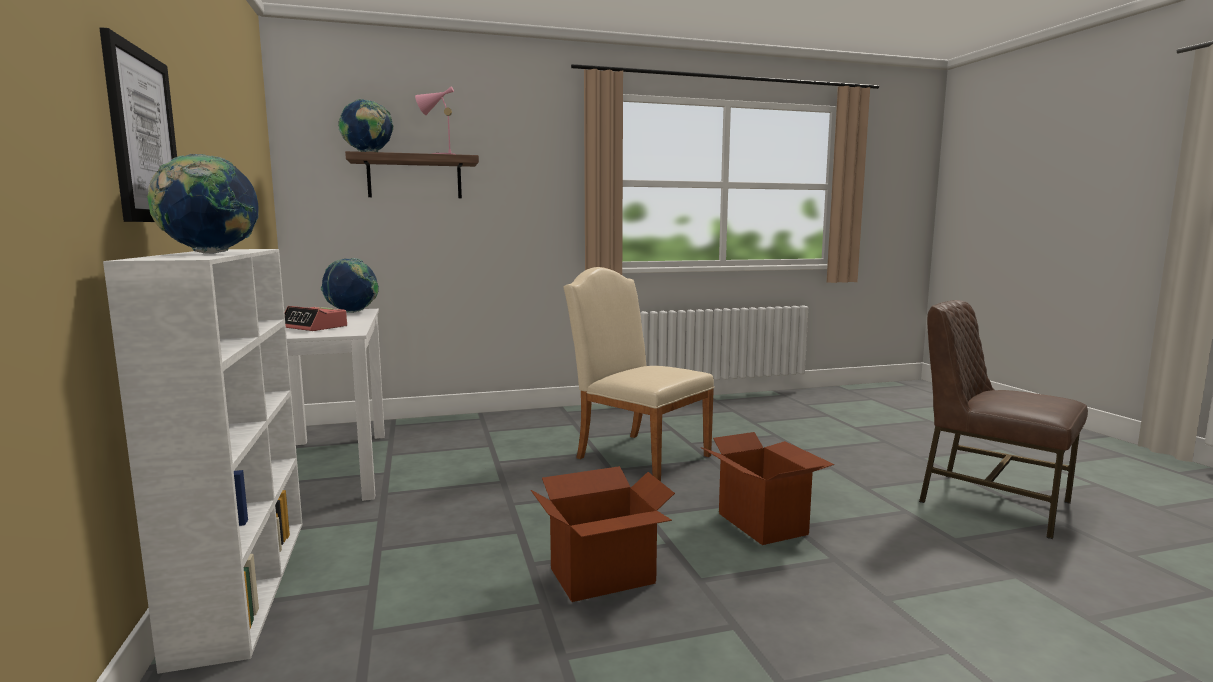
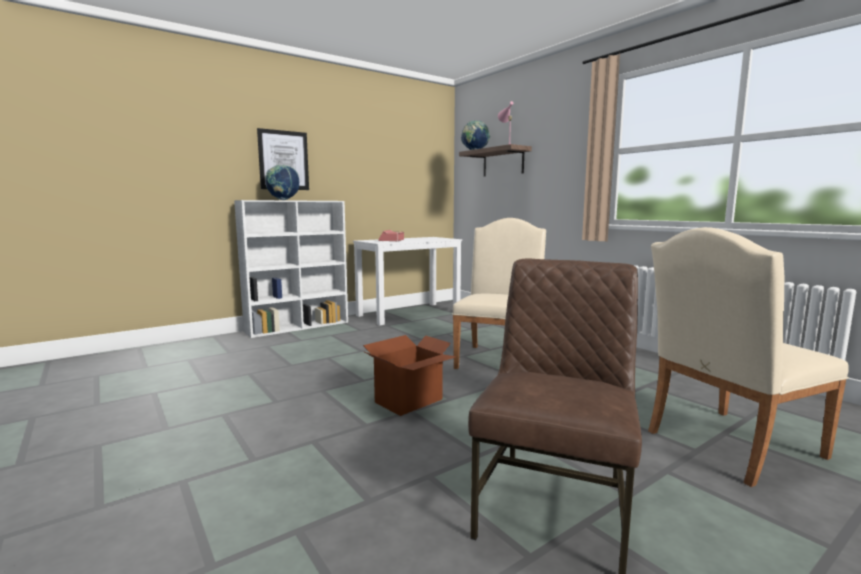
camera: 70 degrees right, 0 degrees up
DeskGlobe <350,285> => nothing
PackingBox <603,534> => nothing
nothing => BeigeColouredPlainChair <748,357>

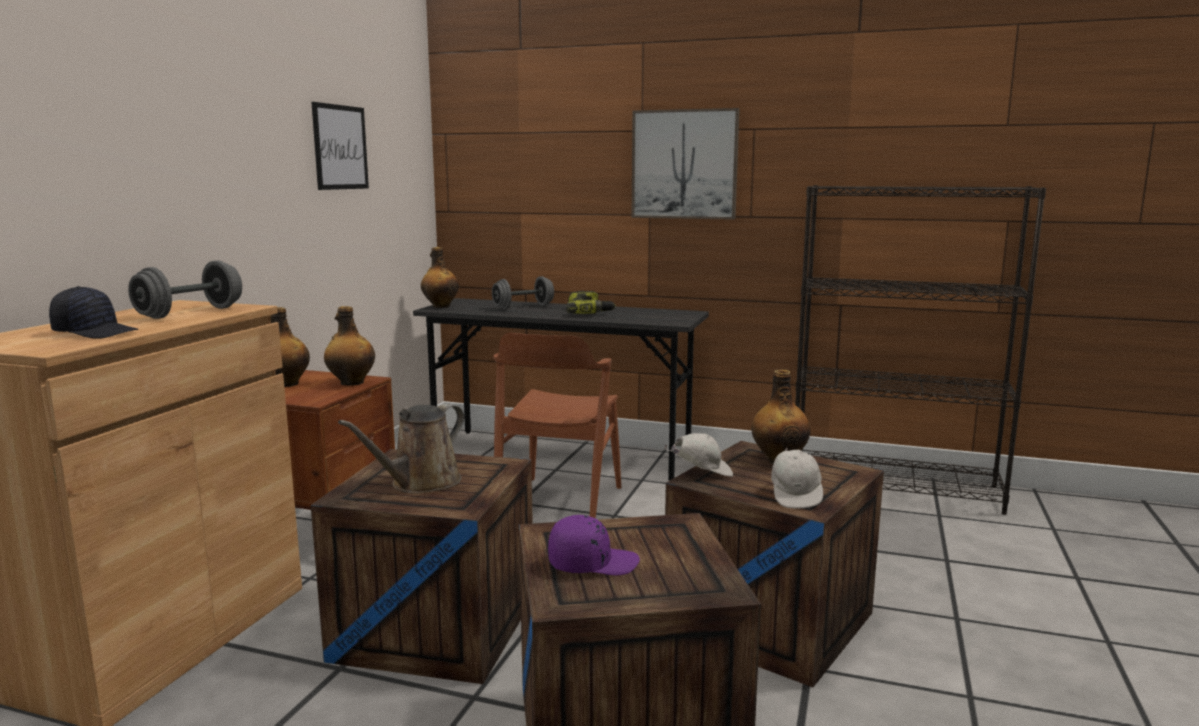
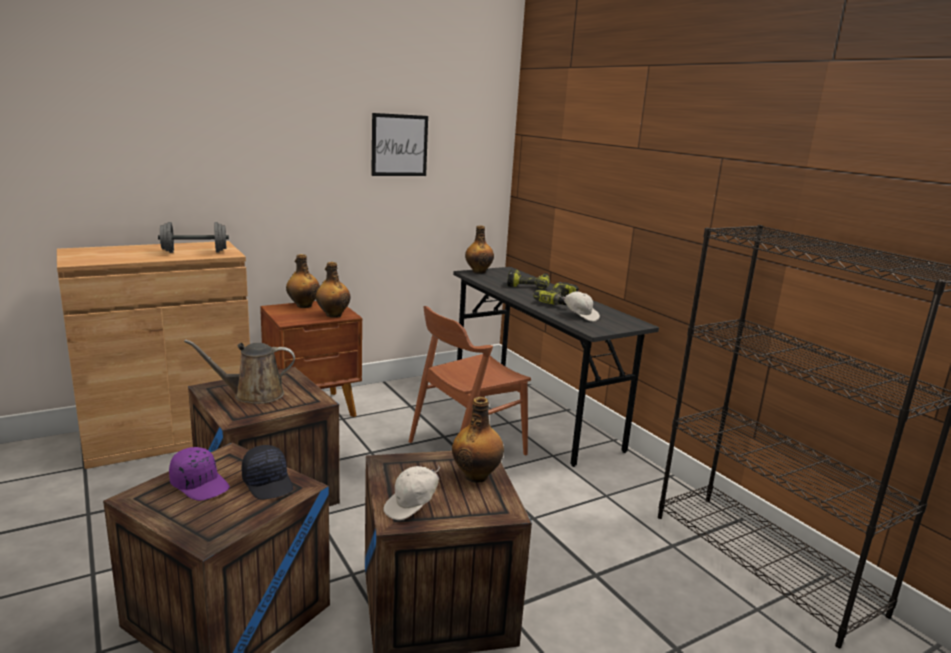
camera: 40 degrees right, 5 degrees up
WallPicture <686,164> => nothing
GreyHandWeight <523,292> => ElectricDrill <528,279>
BlackColouredCap <93,312> => BlackColouredCap <267,472>, moved
WhitishCap <698,455> => WhitishCap <579,306>, moved

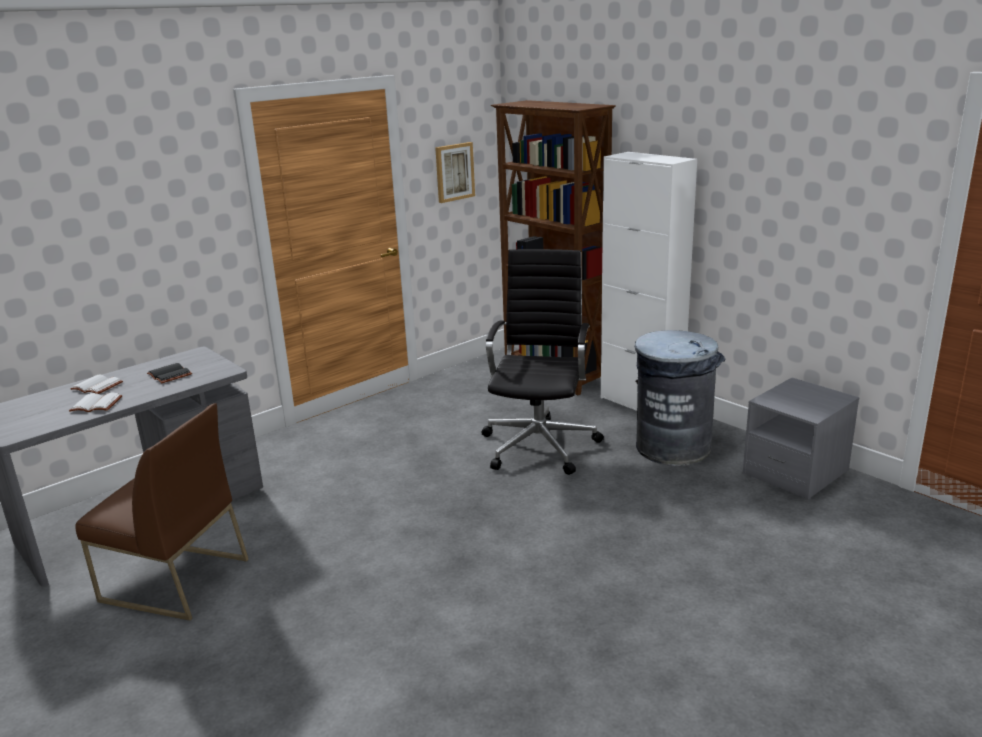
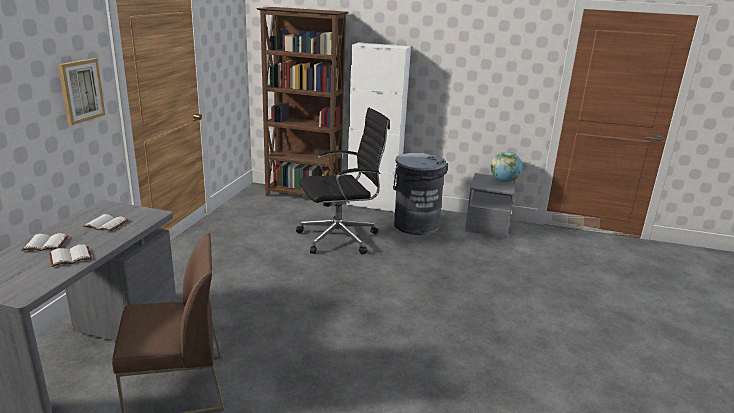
camera: 35 degrees left, 0 degrees up
WallPicture <455,172> => WallPicture <81,91>, moved
BlackColouredOfficeChair <542,362> => BlackColouredOfficeChair <343,181>, 90 degrees clockwise
BlackColouredVolume <169,373> => WhitishVolume <105,223>
nothing => DeskGlobe <507,167>

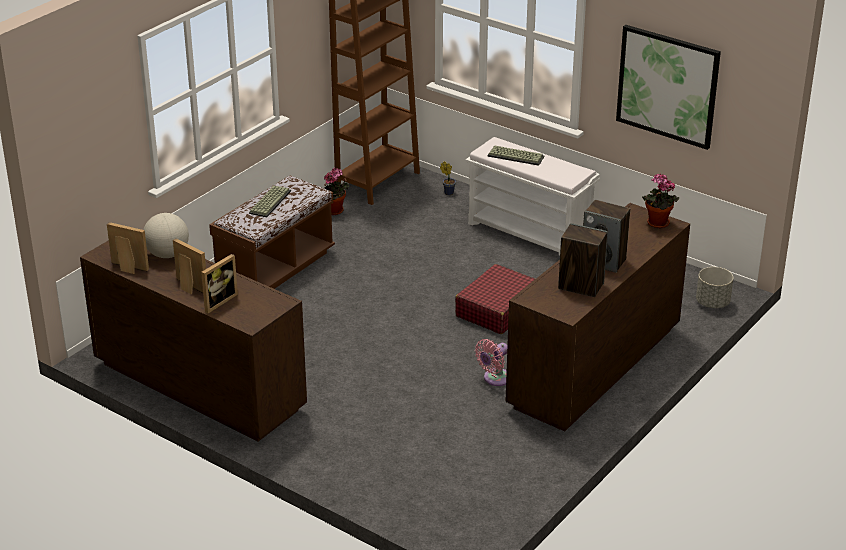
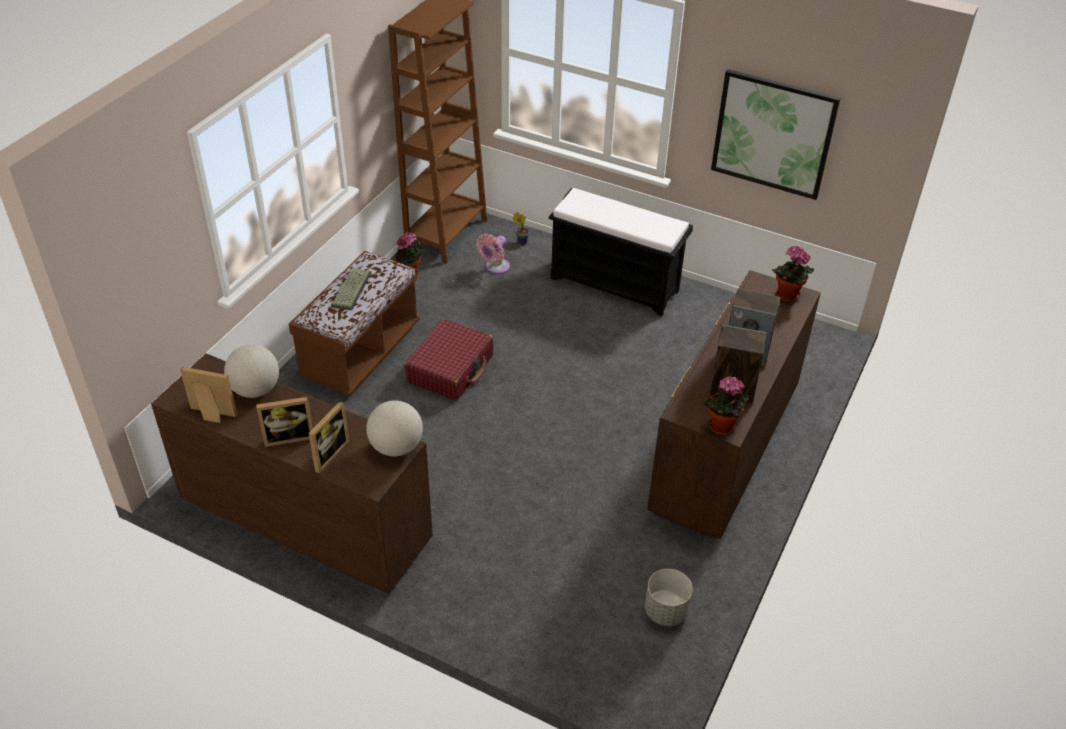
camera: 10 degrees left, 10 degrees up
WhitishLongSeat <533,196> => BlackColouredLongSeat <621,252>
ComputerKeyboard <516,155> => nothing
PictureFrame <189,266> => PictureFrame <284,422>, 135 degrees clockwise
RedColouredSuitcase <495,299> => RedColouredSuitcase <449,359>, moved
GreyFlowerPot <714,287> => GreyFlowerPot <669,597>, moved
PinkCoolingFan <491,362> => PinkCoolingFan <493,254>, moved
nothing => Houseplant <726,405>
nothing => DeskGlobe <394,428>

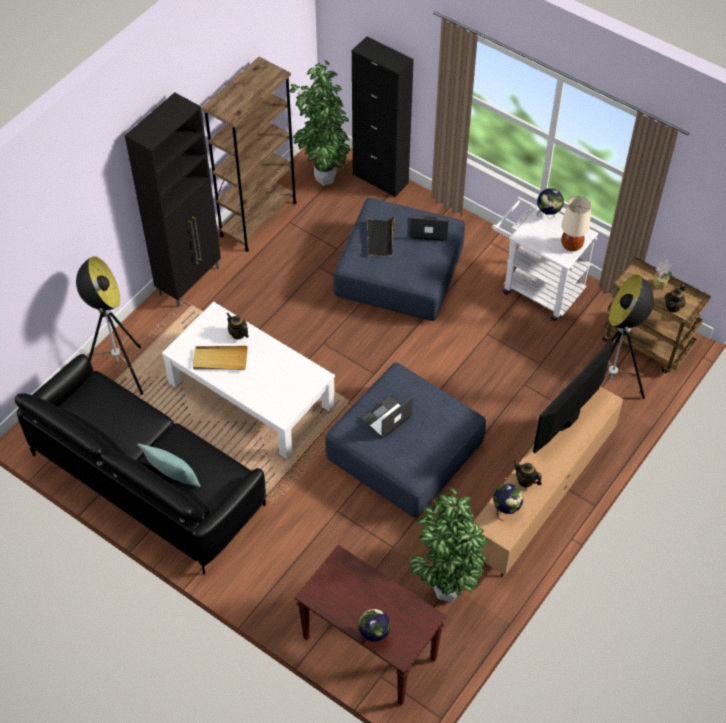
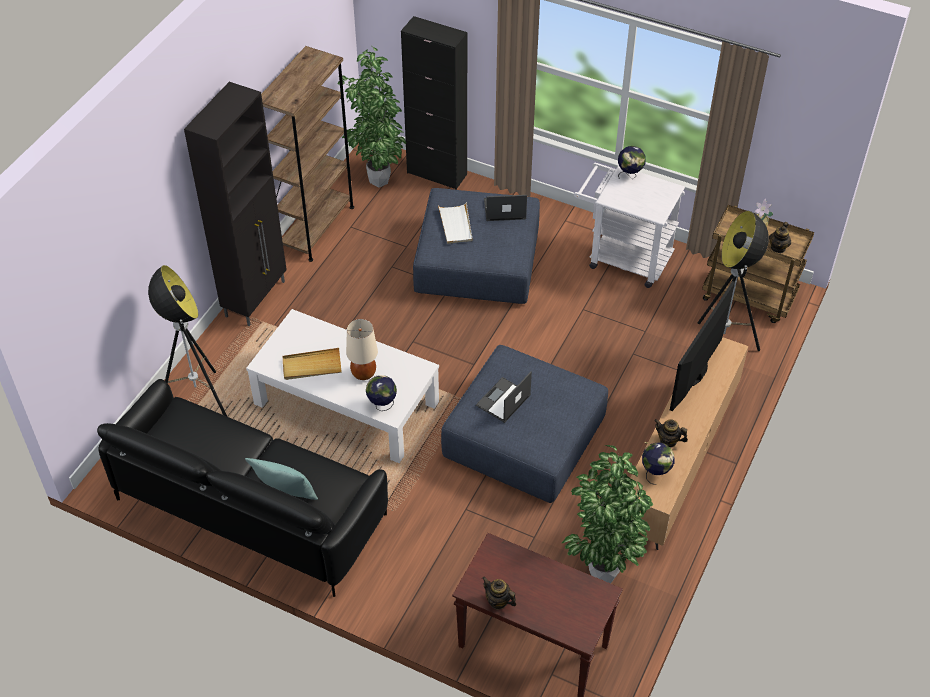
camera: 10 degrees left, 5 degrees down
BeigeColouredLampForATable <576,223> => BeigeColouredLampForATable <362,349>, moved
BlackColouredTray <380,237> => WhitishTray <455,223>
Teapot <238,326> => Teapot <499,593>, moved
DeskGlobe <374,626> => DeskGlobe <381,393>, moved

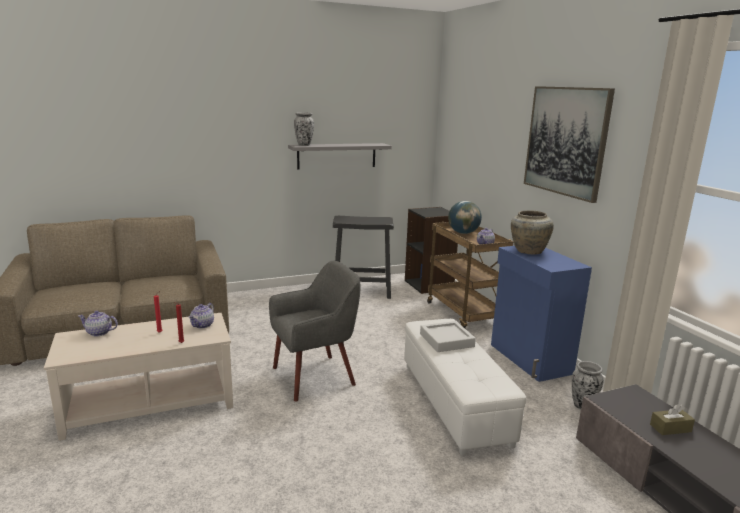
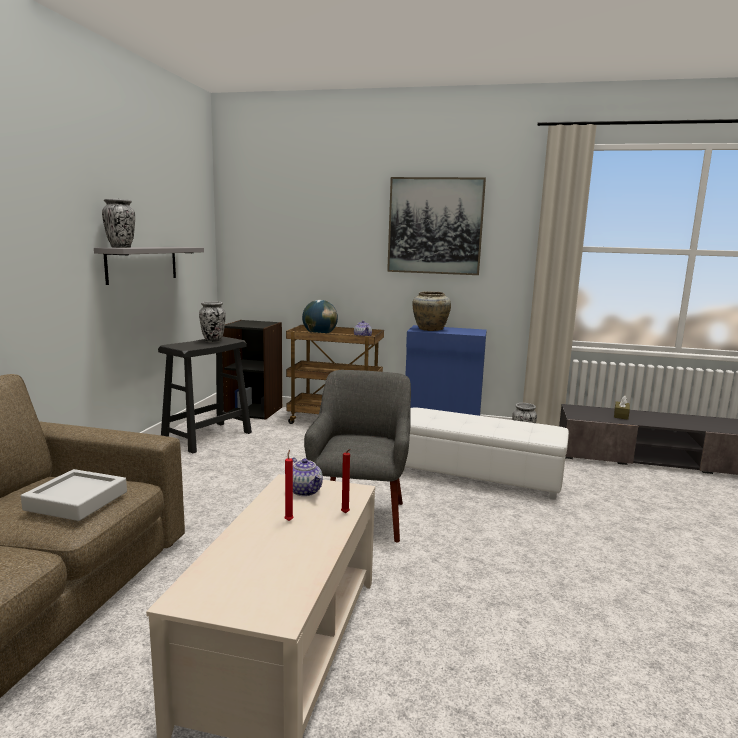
camera: 55 degrees left, 5 degrees down
Teapot <98,323> => nothing
GreyTray <448,336> => GreyTray <74,495>, moved
nothing => FlowerVase <212,321>

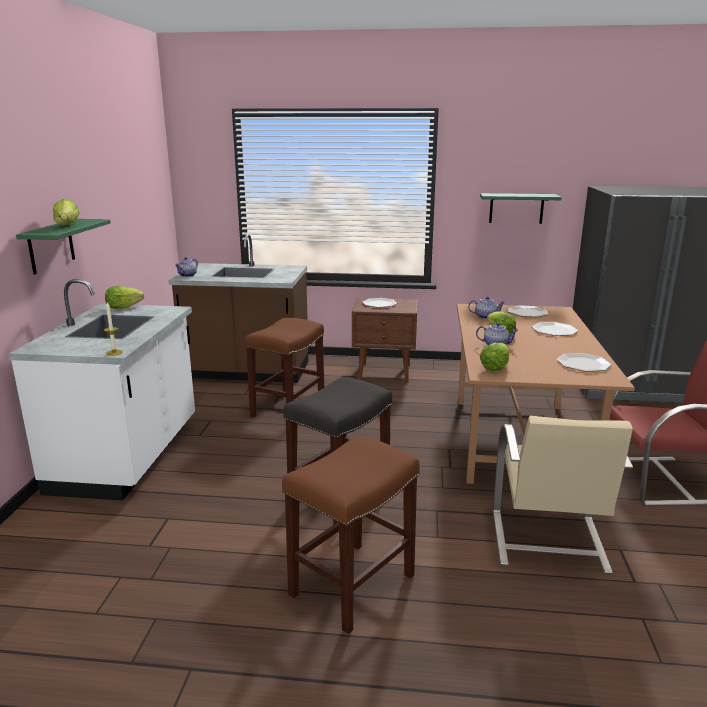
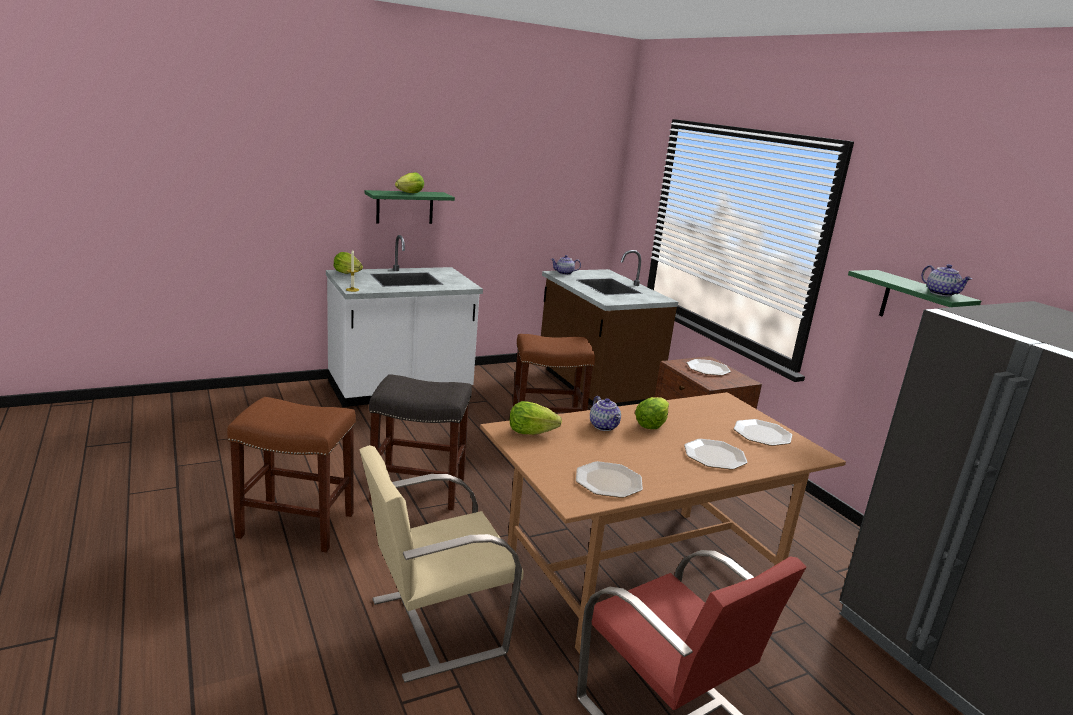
camera: 55 degrees right, 0 degrees up
LettuceHead <124,297> => LettuceHead <348,263>, moved
Teapot <486,307> => Teapot <946,280>, moved

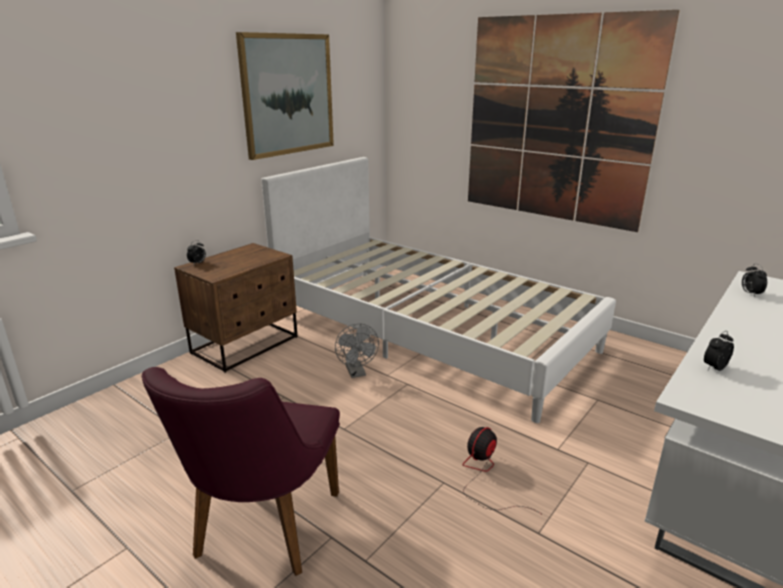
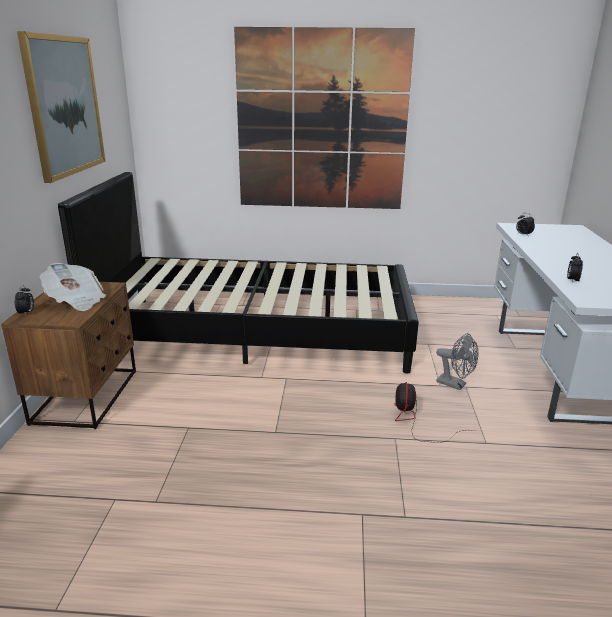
camera: 35 degrees left, 0 degrees up
WhitishSleepingBed <438,290> => BlackColouredSleepingBed <238,272>
GreyCoolingFan <357,350> => GreyCoolingFan <457,361>, moved
PurplishPlainChair <241,471> => nothing
nothing => Newspaper <73,287>

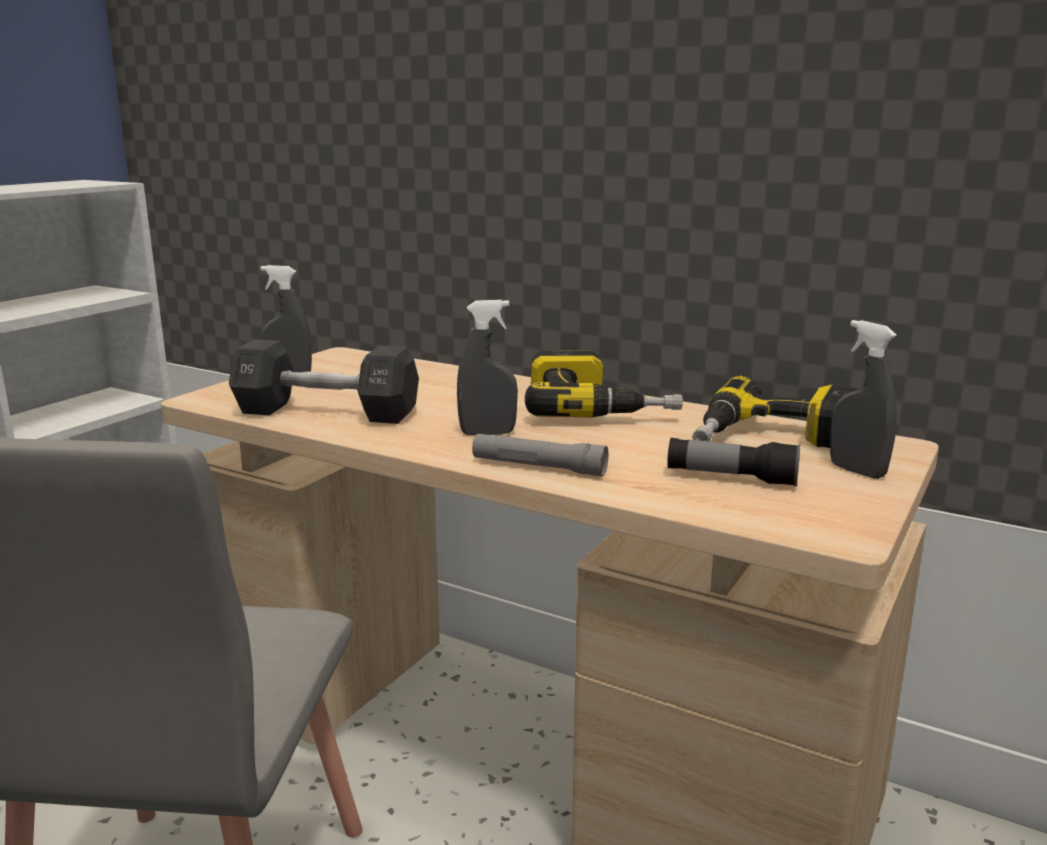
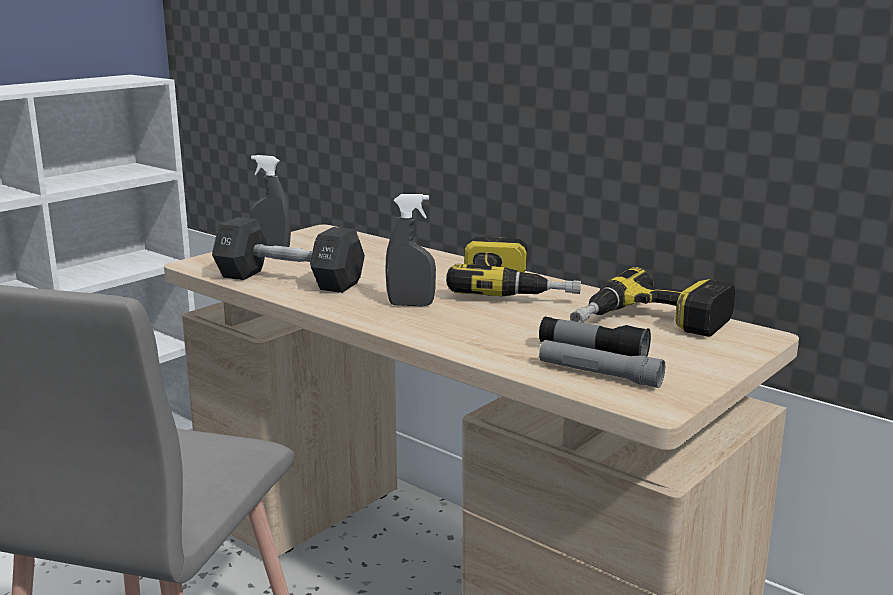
camera: 10 degrees right, 0 degrees up
GreySprayer <863,399> => nothing
GreyHandTorch <540,455> => GreyHandTorch <602,364>, moved

